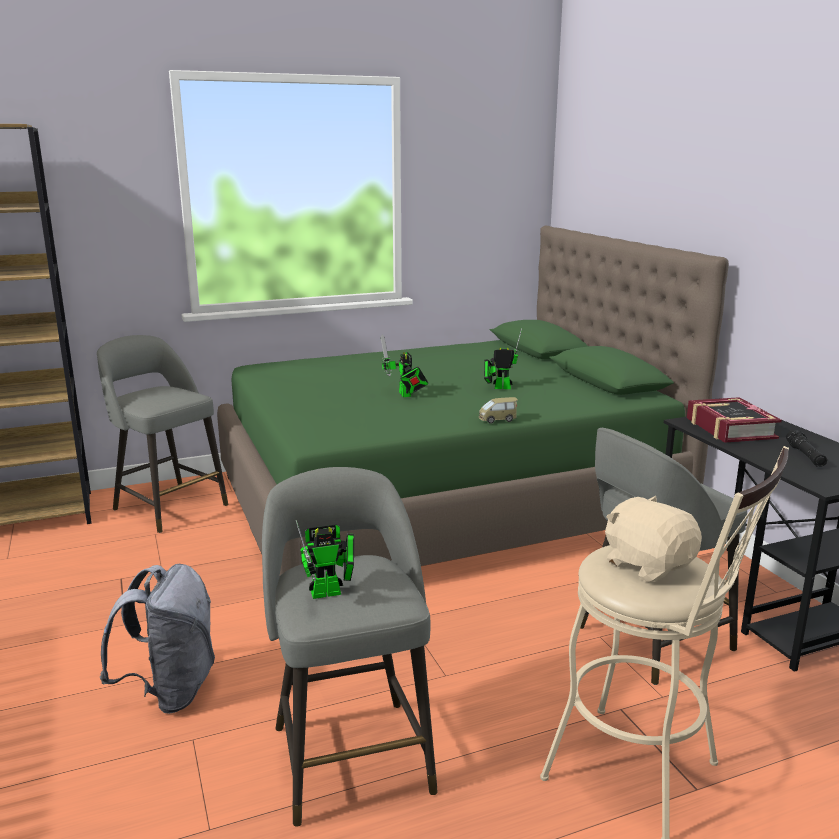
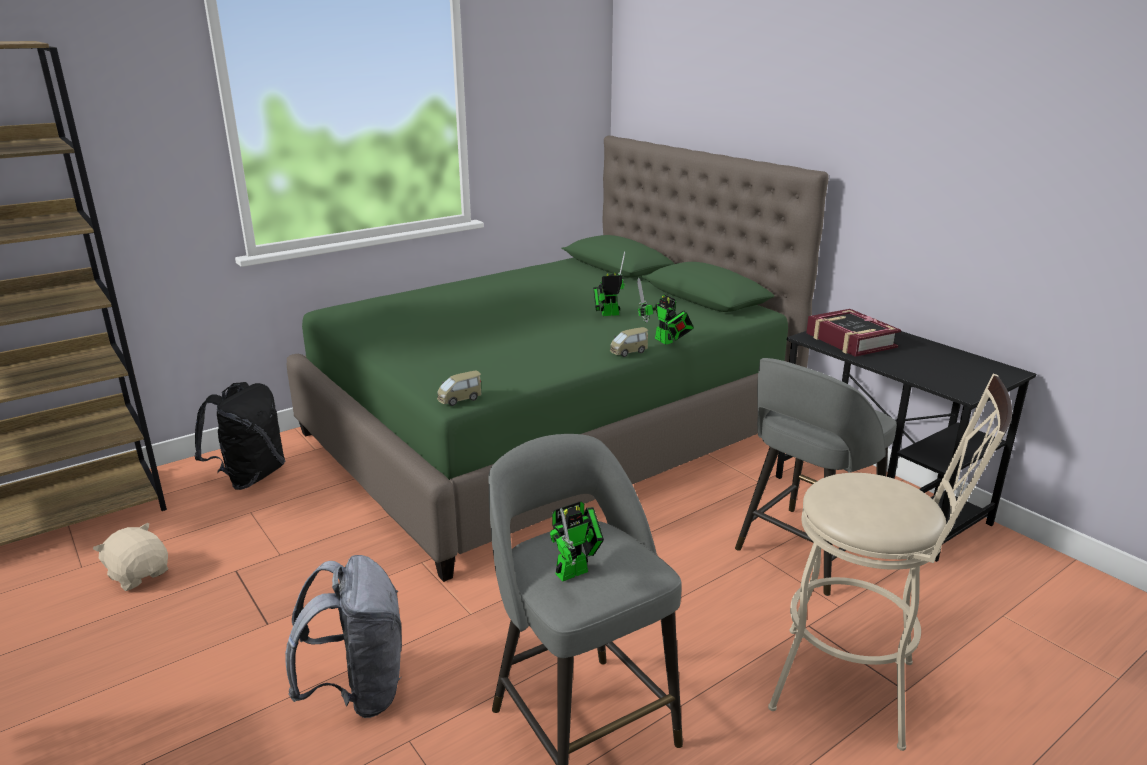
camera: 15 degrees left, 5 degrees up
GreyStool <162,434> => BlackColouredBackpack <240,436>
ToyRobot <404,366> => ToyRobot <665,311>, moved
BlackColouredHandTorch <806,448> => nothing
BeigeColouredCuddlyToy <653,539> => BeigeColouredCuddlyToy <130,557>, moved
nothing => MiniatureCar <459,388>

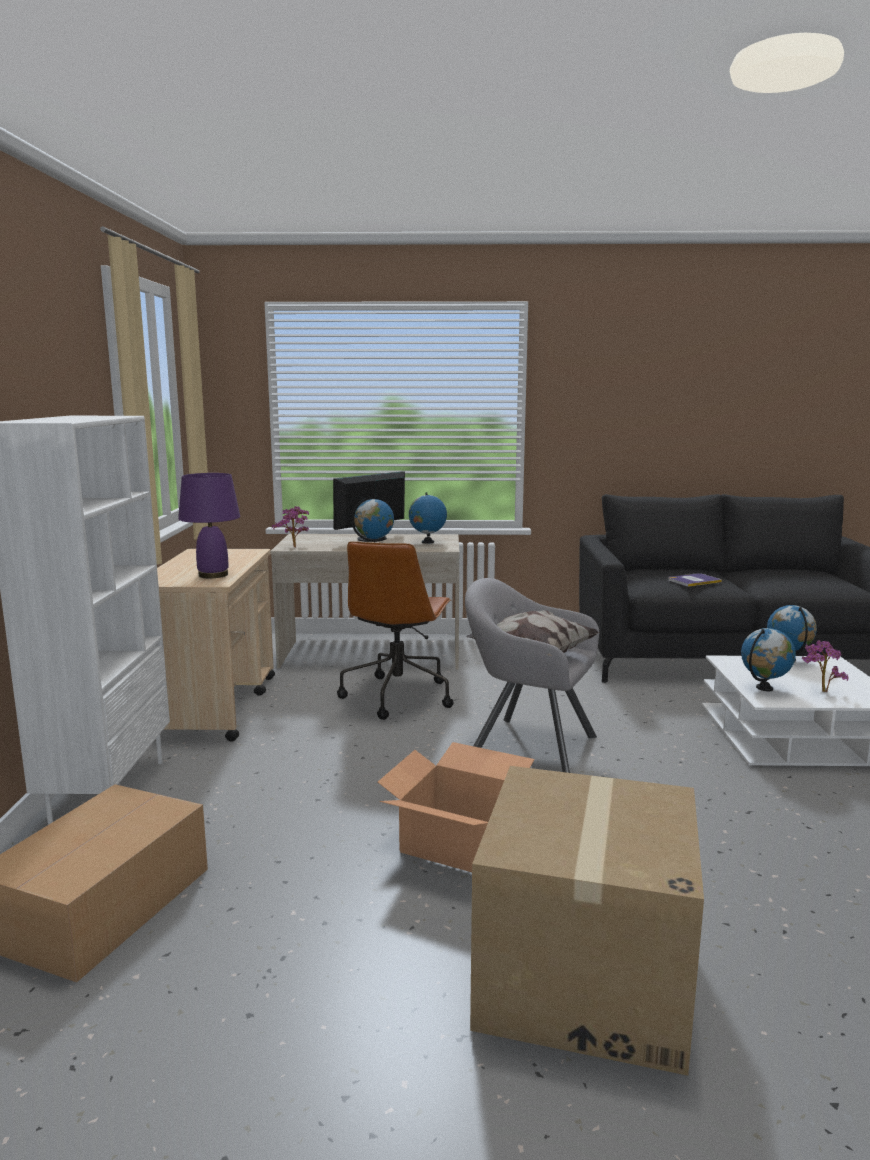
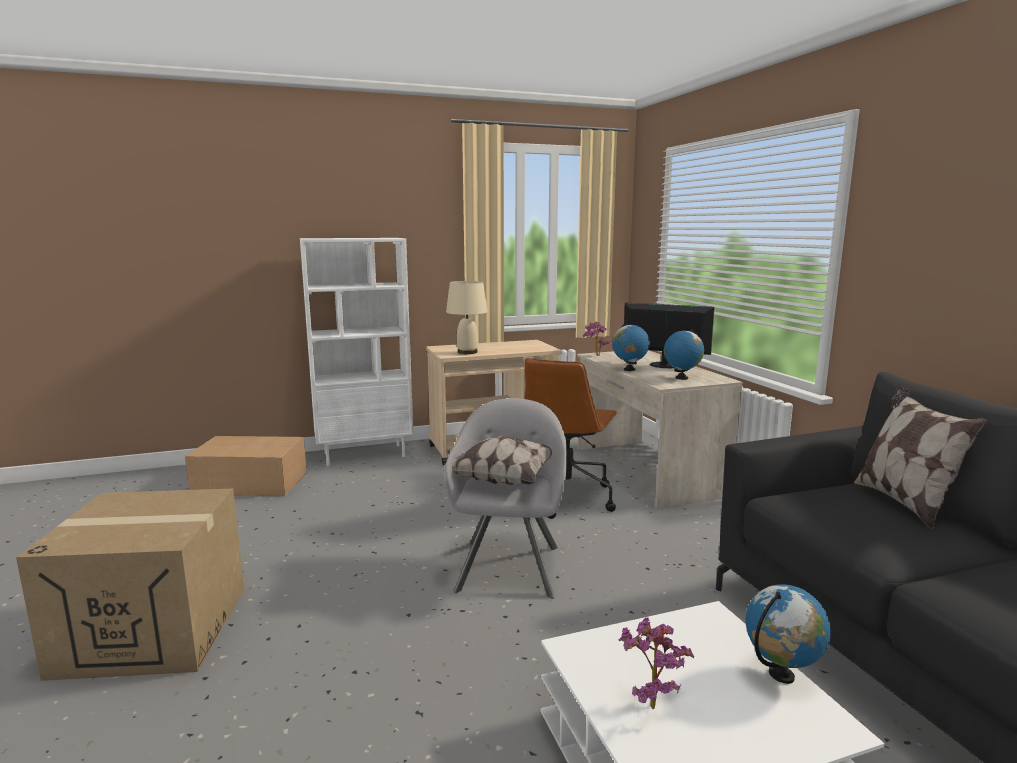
camera: 70 degrees right, 0 degrees up
PurplishLampForATable <209,525> => BeigeColouredLampForATable <467,317>
BrownOfficeChair <395,630> => BrownOfficeChair <571,438>, 60 degrees counterclockwise
Volume <695,580> => nothing
DeskGlobe <768,660> => nothing
PackingBox <456,807> => nothing
nothing => Cushion <920,457>

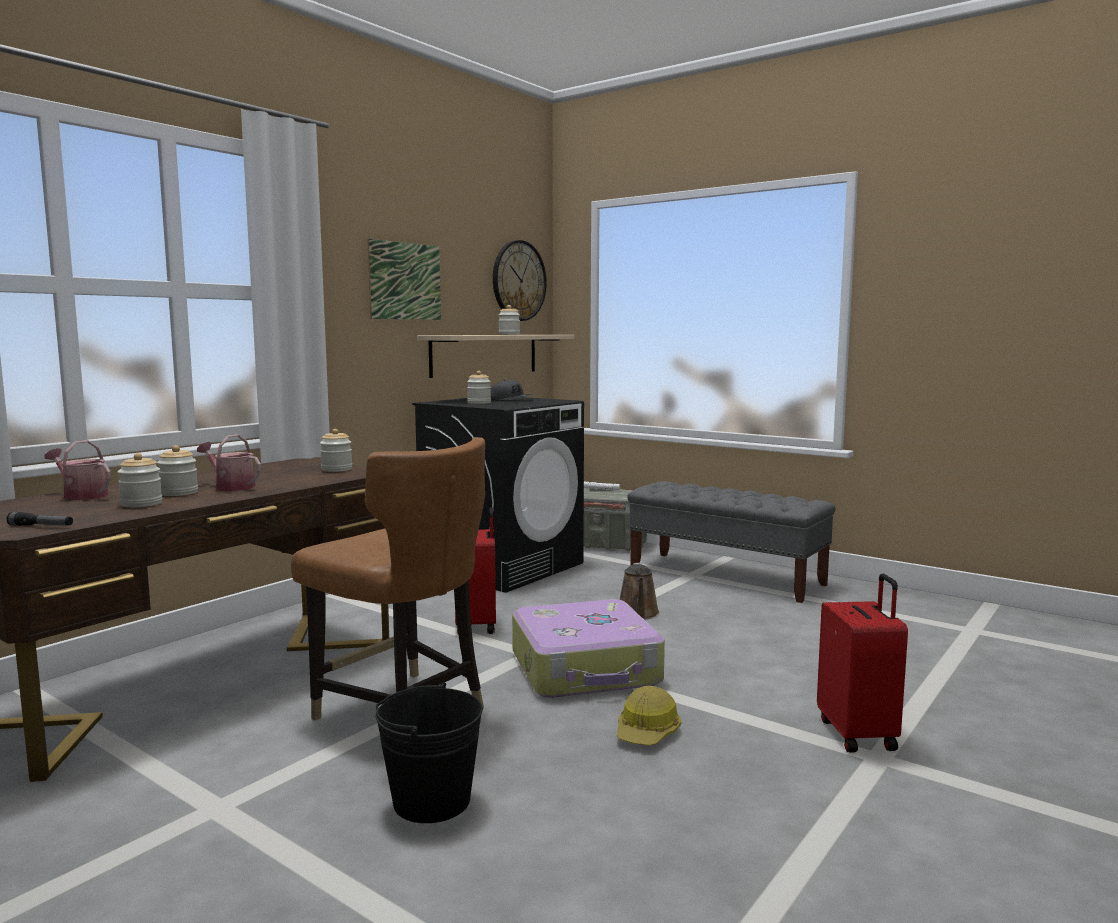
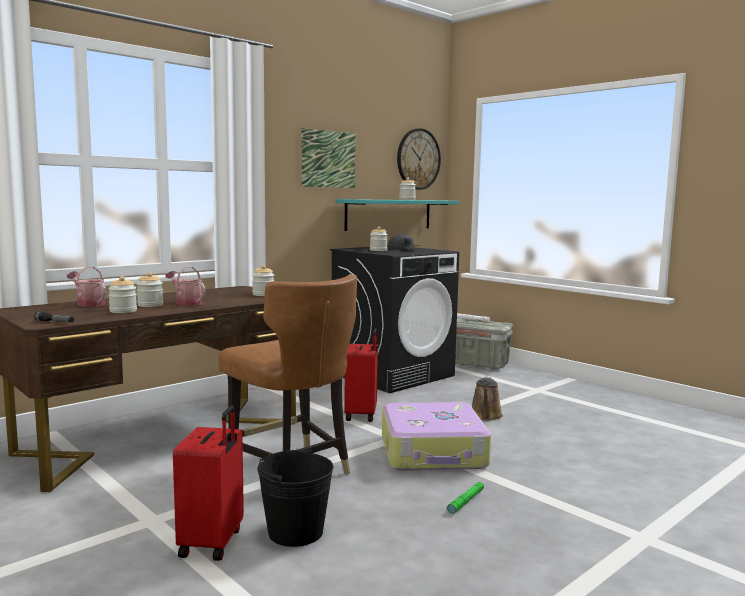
camera: 10 degrees right, 0 degrees up
BeigeColouredShelf <495,356> => TurquoiseColouredShelf <397,215>
GreyLongSeat <731,542> => nothing
RedColouredSuitcase <862,663> => RedColouredSuitcase <208,483>, moved
WorkHelmet <649,716> => GreenishHandTorch <465,498>

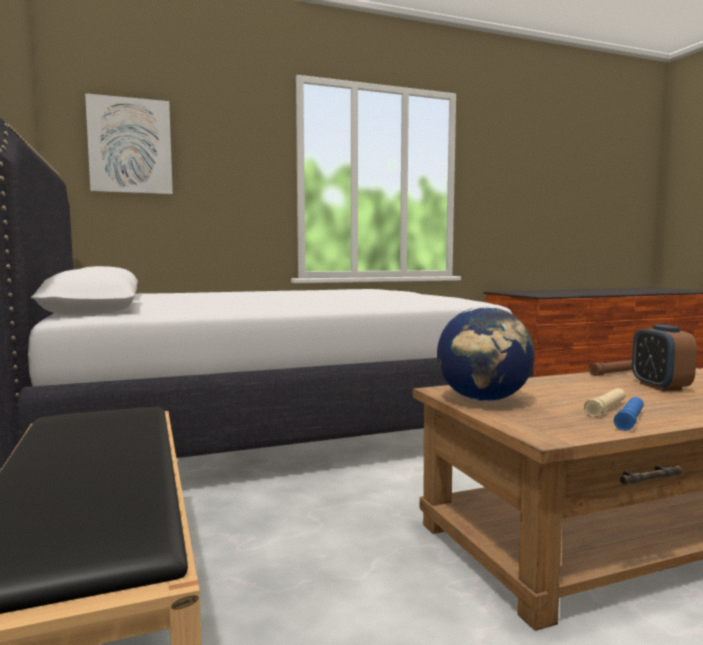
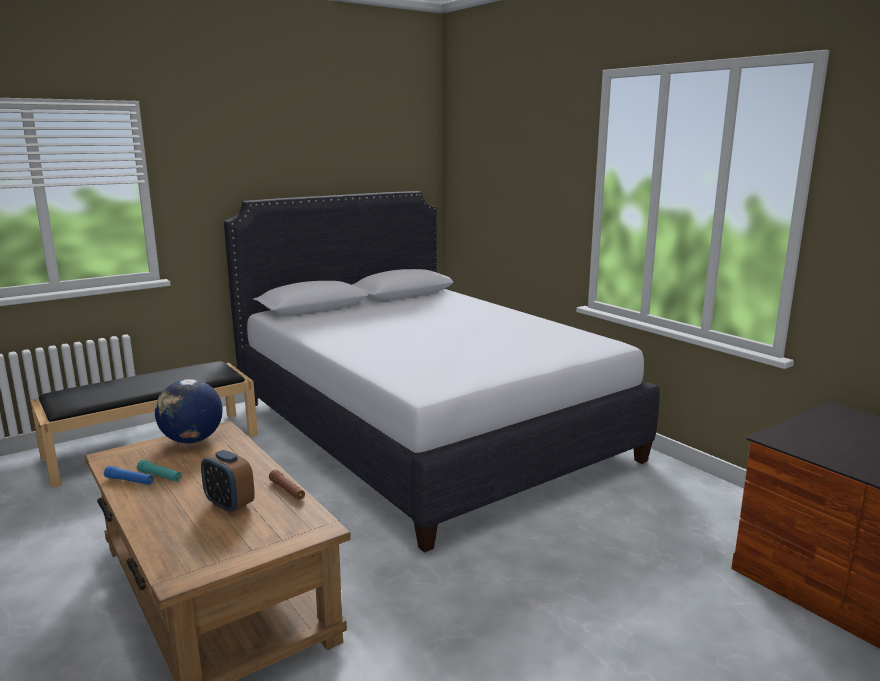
camera: 75 degrees right, 10 degrees up
WallPicture <129,143> => nothing
TableClock <664,357> => TableClock <228,482>, 120 degrees counterclockwise
BeigeColouredHandTorch <605,402> => TurquoiseColouredHandTorch <159,471>

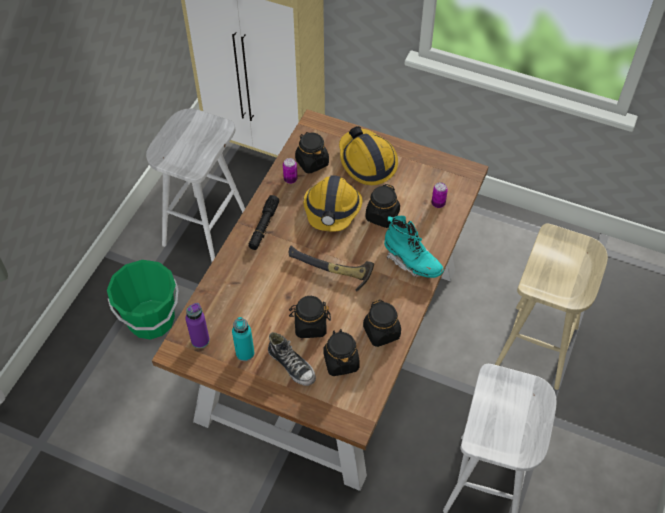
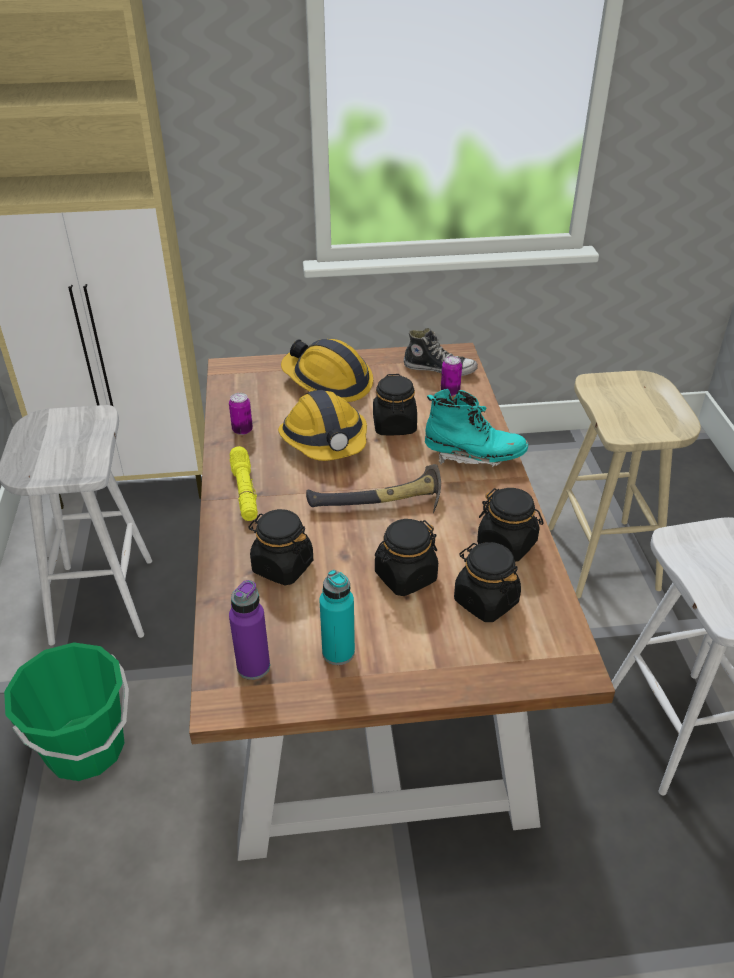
camera: 30 degrees left, 15 degrees down
BlackColouredJar <312,153> => BlackColouredJar <281,547>, moved
BlackColouredHandTorch <263,222> => YellowHandTorch <243,483>
Shoe <292,359> => Shoe <441,352>, moved

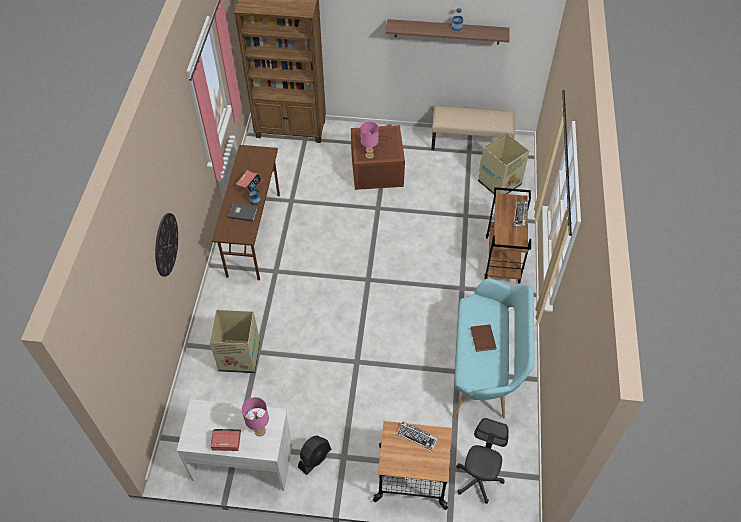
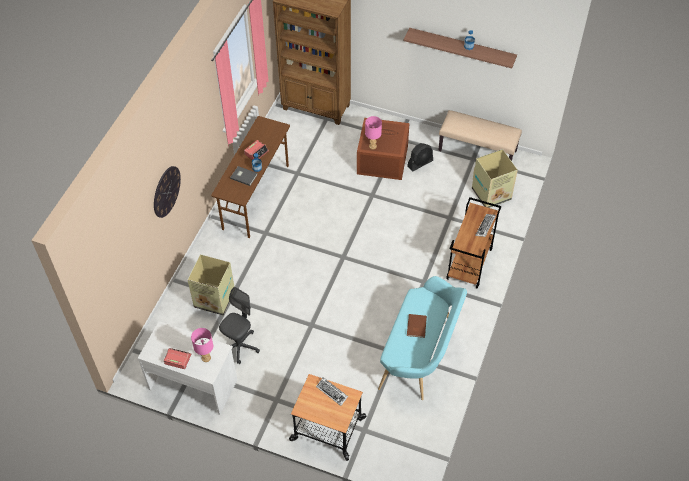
camera: 15 degrees right, 0 degrees up
GreyOfficeChair <482,461> => GreyOfficeChair <239,325>, moved
BlackColouredCoolingFan <314,455> => BlackColouredCoolingFan <420,157>, moved

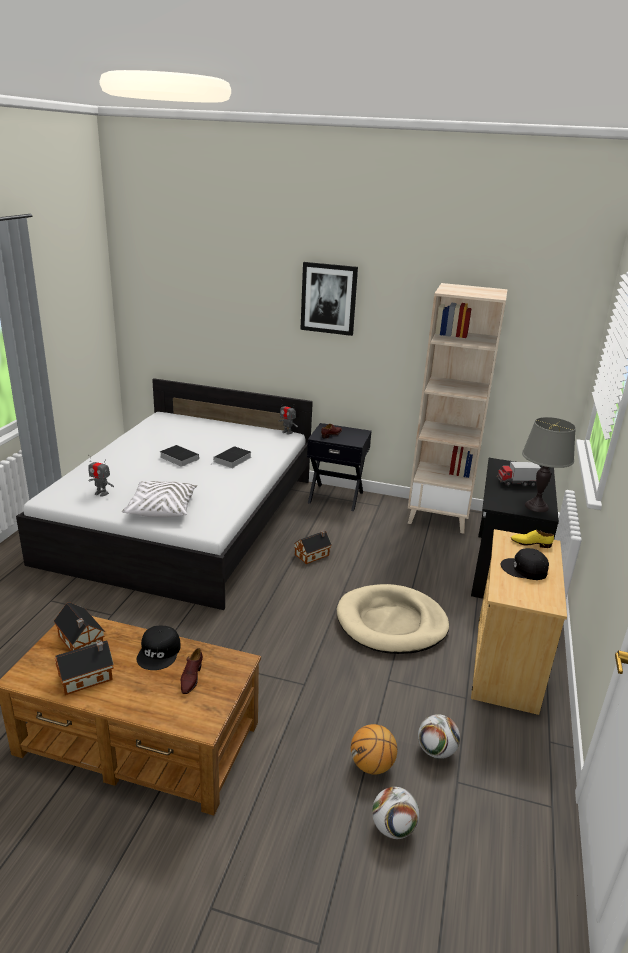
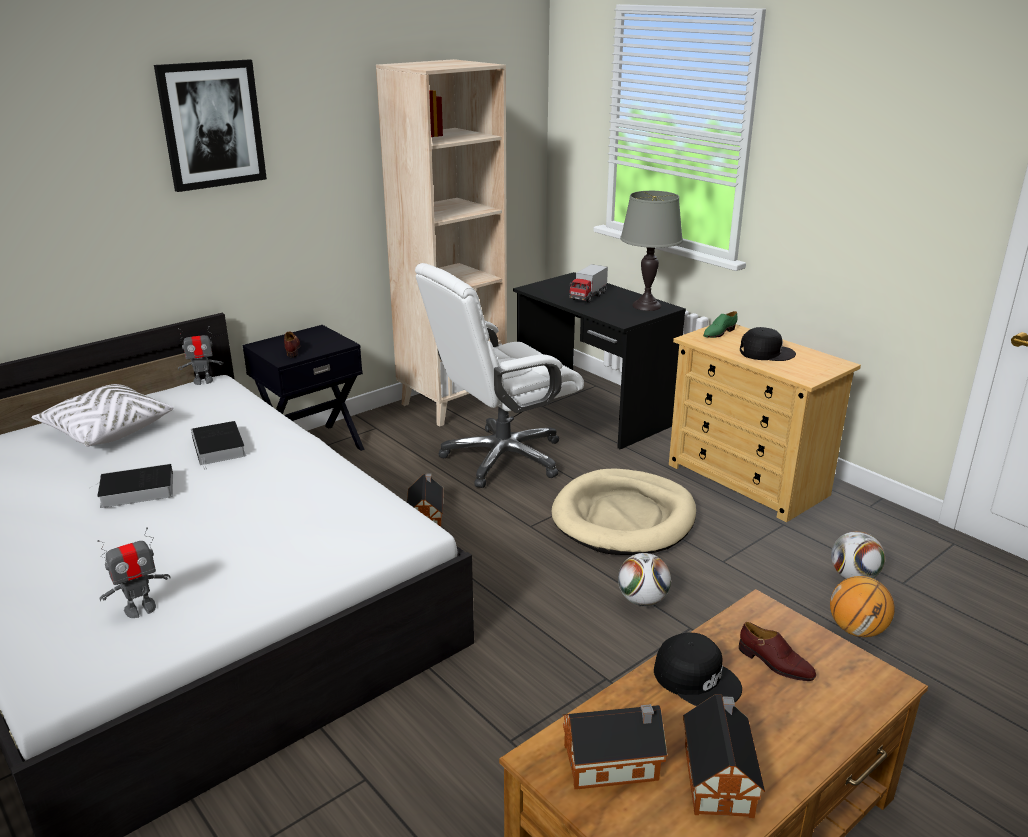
camera: 55 degrees left, 0 degrees up
WhitishCushion <159,499> => WhitishCushion <103,415>, moved
YellowShoe <532,539> => GreenishShoe <720,324>
BlackColouredCap <525,564> => BlackColouredCap <768,344>, 135 degrees counterclockwise
BallForFootball <395,813> => BallForFootball <644,579>, moved
nothing => WhitishOfficeChair <499,375>

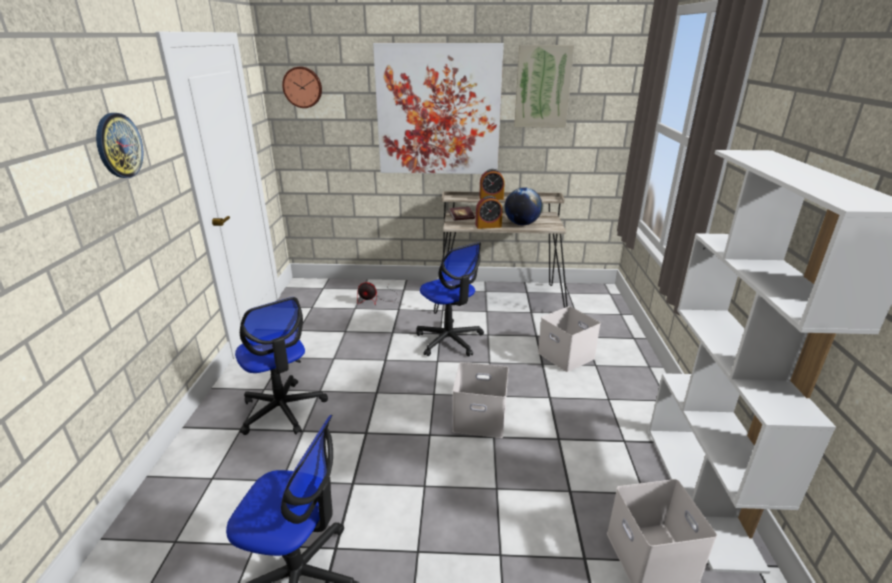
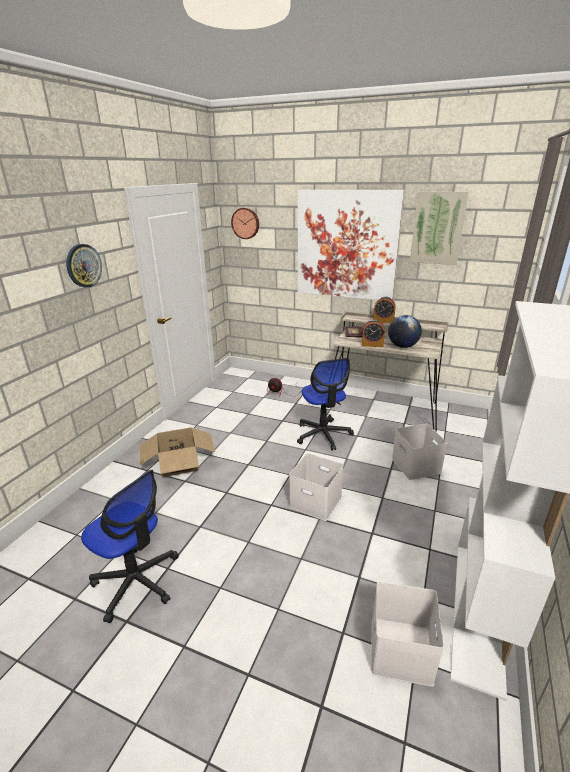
camera: 20 degrees right, 0 degrees up
OfficeChair <281,366> => PackingBox <177,452>

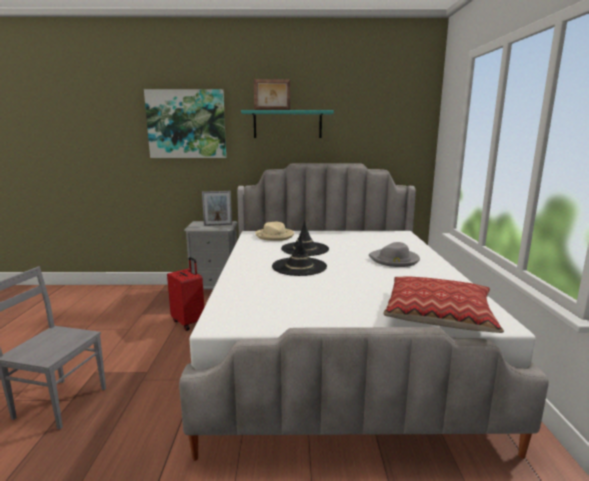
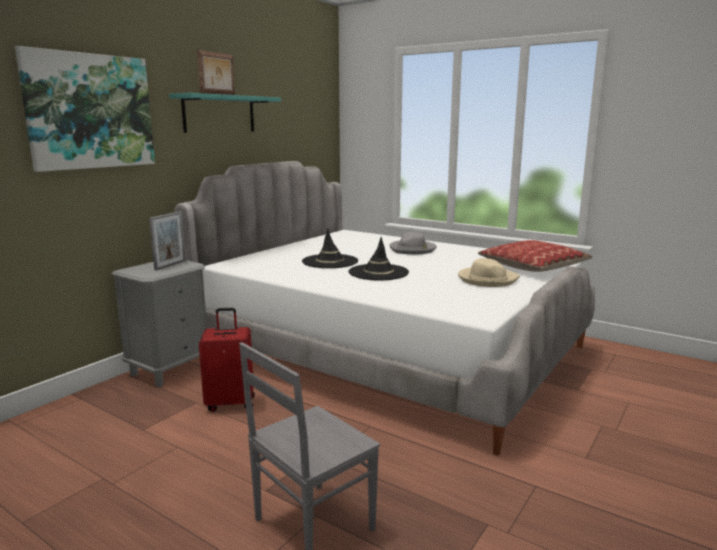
camera: 55 degrees left, 0 degrees up
BeigeColouredWearableHat <274,231> => BeigeColouredWearableHat <489,272>, moved

